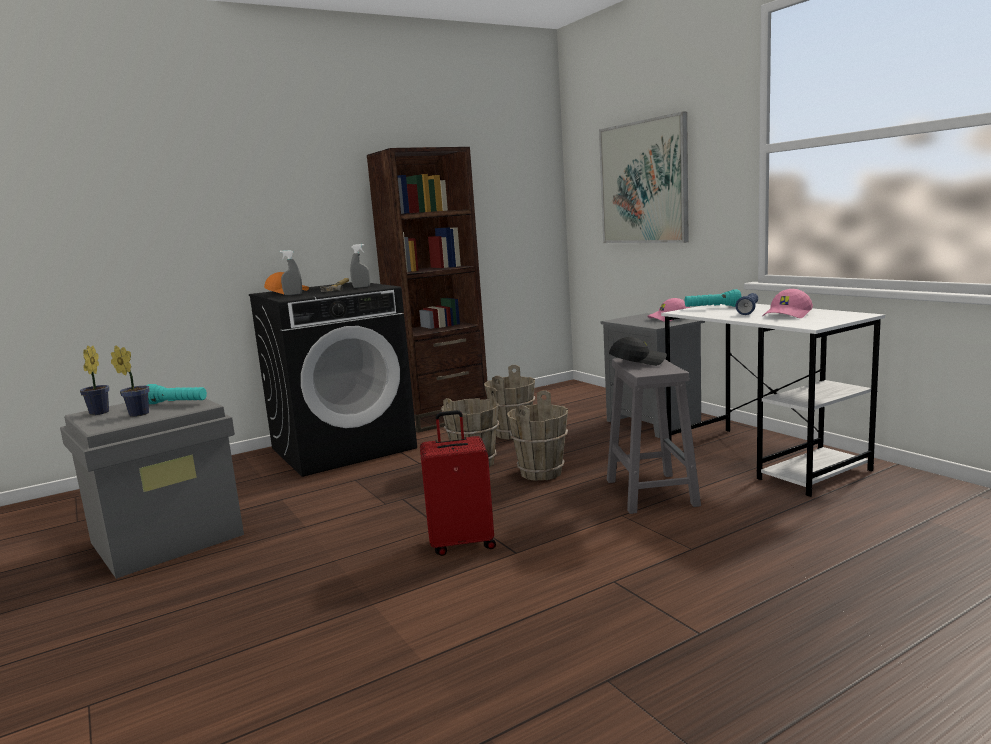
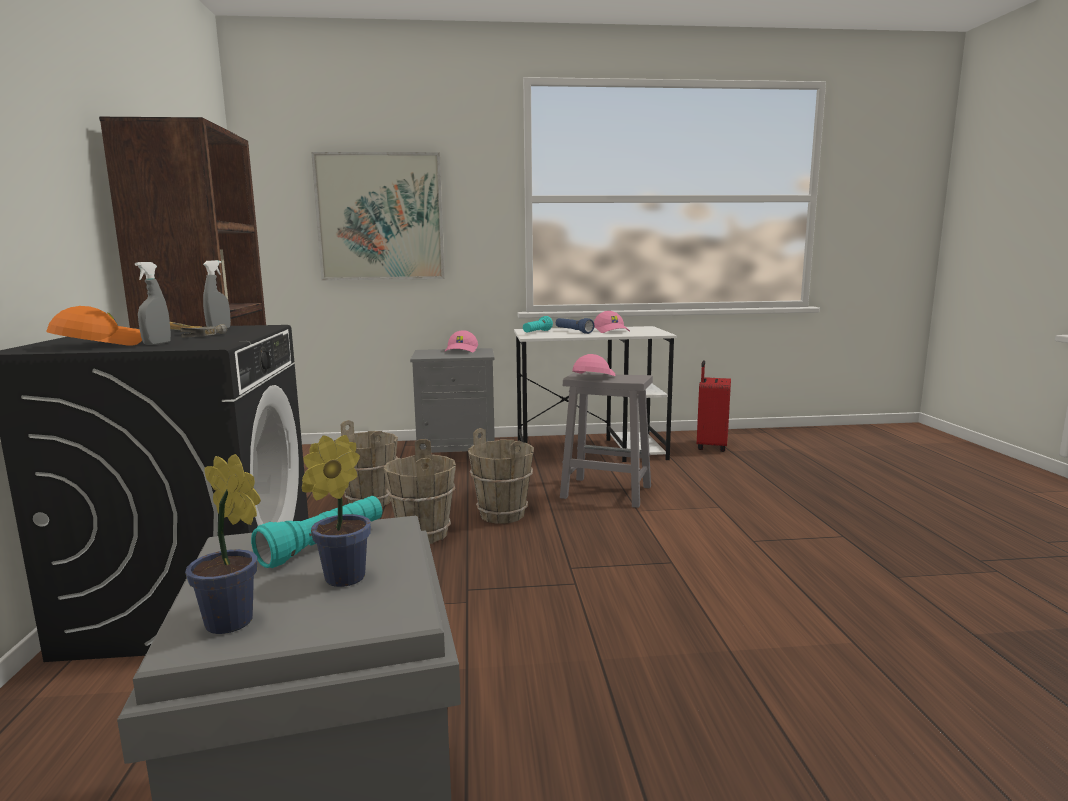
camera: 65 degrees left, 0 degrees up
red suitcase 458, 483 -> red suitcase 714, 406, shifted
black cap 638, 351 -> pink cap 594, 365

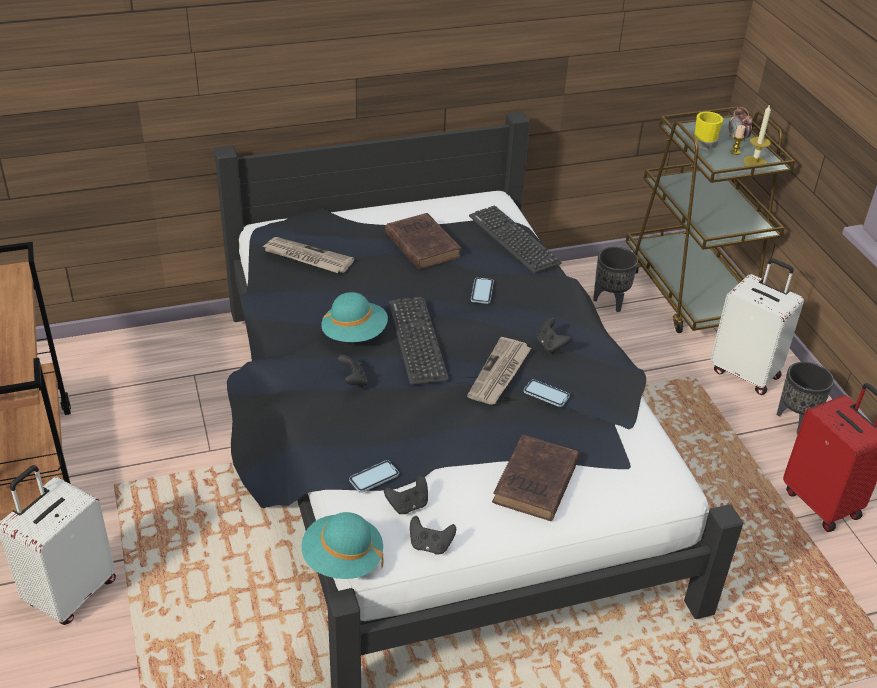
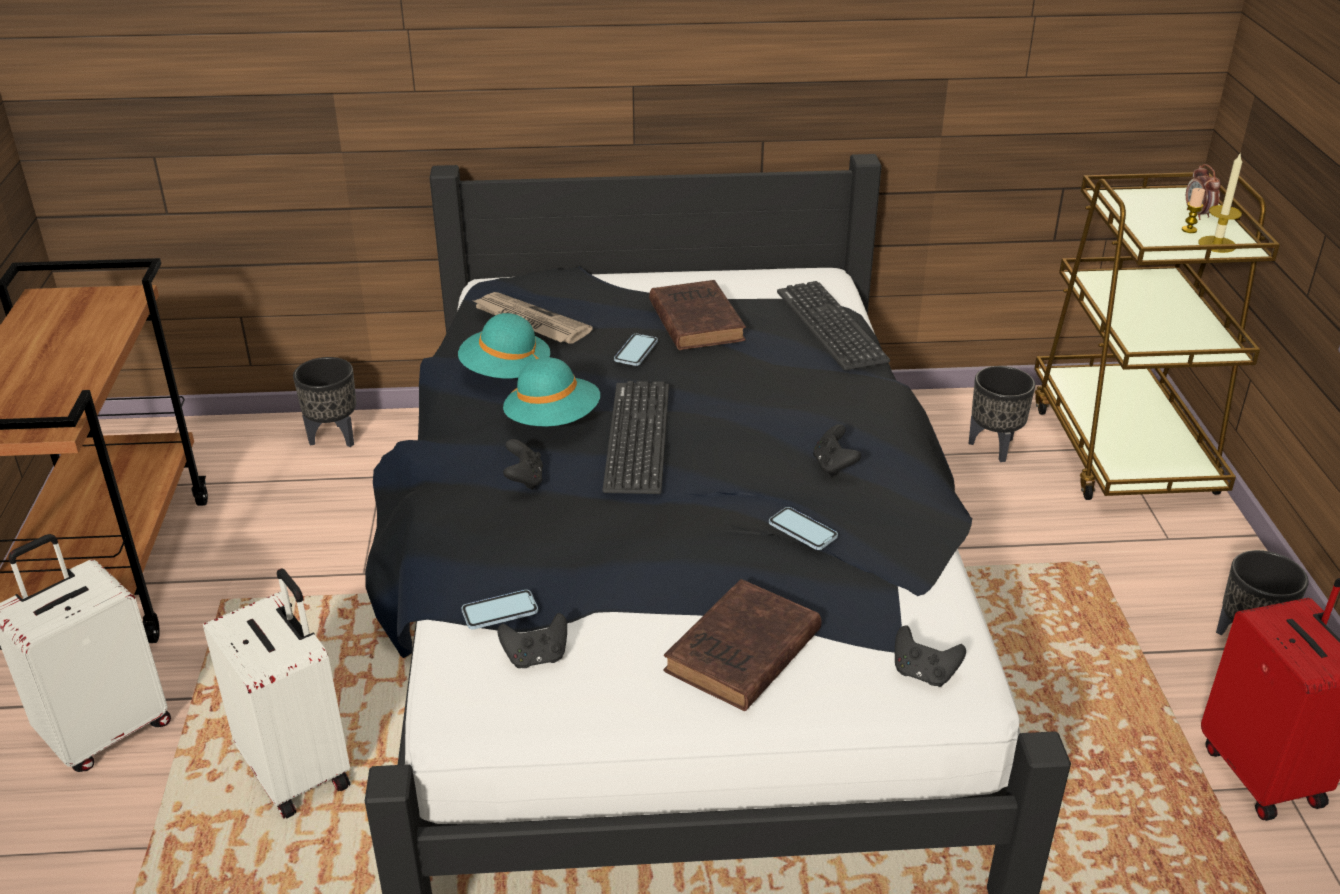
camera: 15 degrees right, 5 degrees down
newspaper 499, 371 -> none
yellow mug 707, 130 -> none
none -> black planter 324, 402
turquoise hat 342, 545 -> turquoise hat 504, 345, shifted
black game controller 433, 535 -> black game controller 930, 656, shifted
phone 482, 291 -> phone 636, 350, shifted
white suitcase 757, 326 -> white suitcase 276, 693, shifted

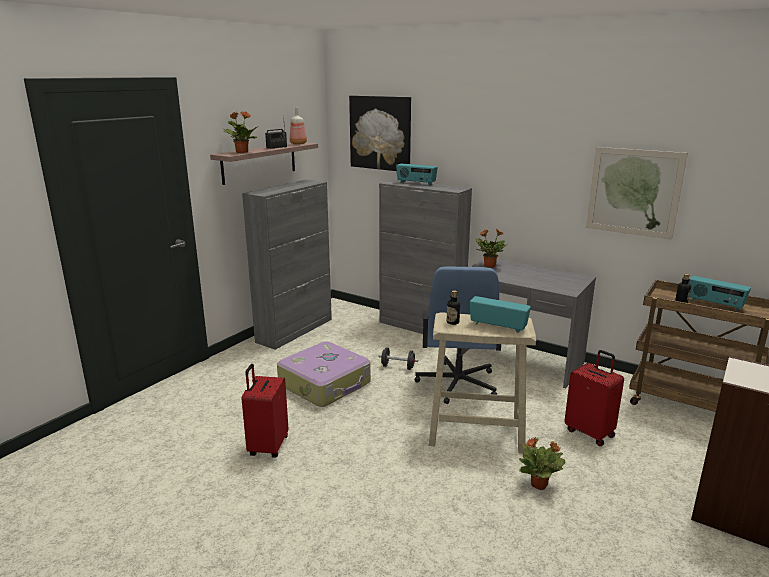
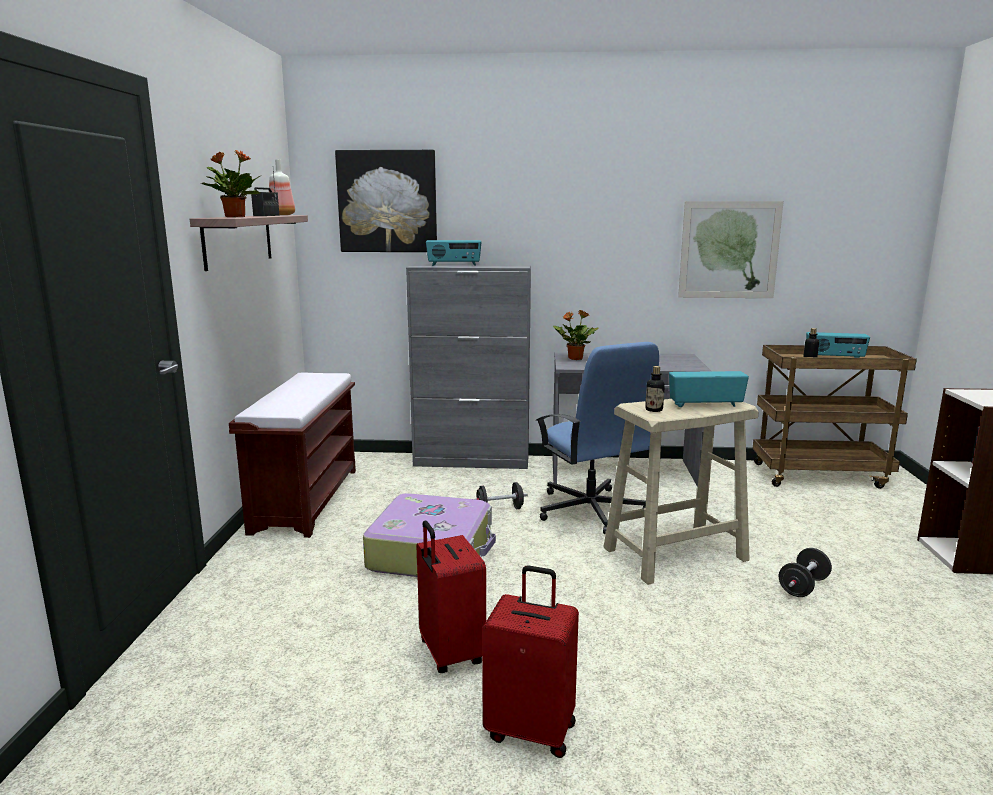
camera: 30 degrees left, 5 degrees down
red suitcase 594, 398 -> red suitcase 530, 661, shifted
grey cabinet 287, 265 -> brown bench 292, 455
potted plant 542, 463 -> black dumbbell 805, 572

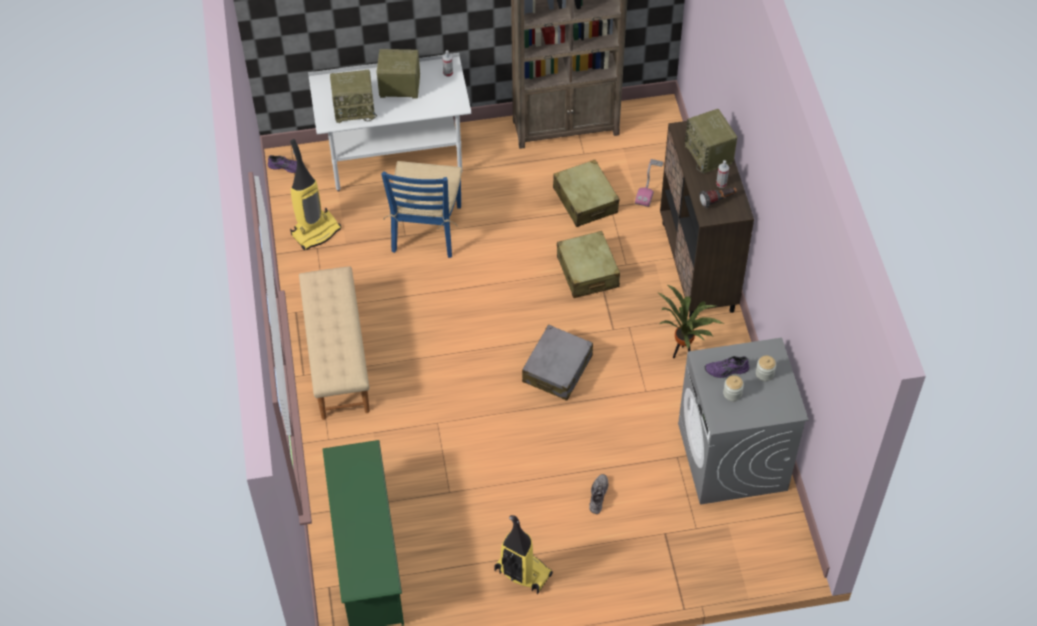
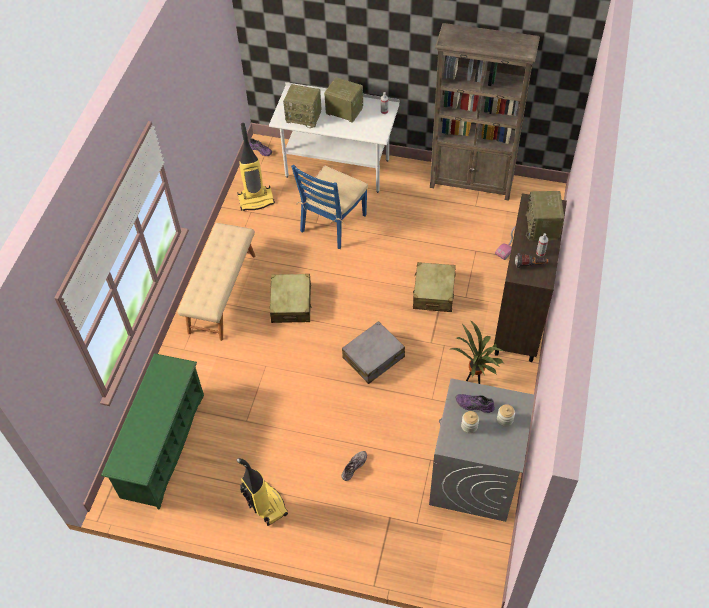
camera: 25 degrees right, 0 degrees up
beige suitcase 586, 193 -> beige suitcase 291, 298, shifted

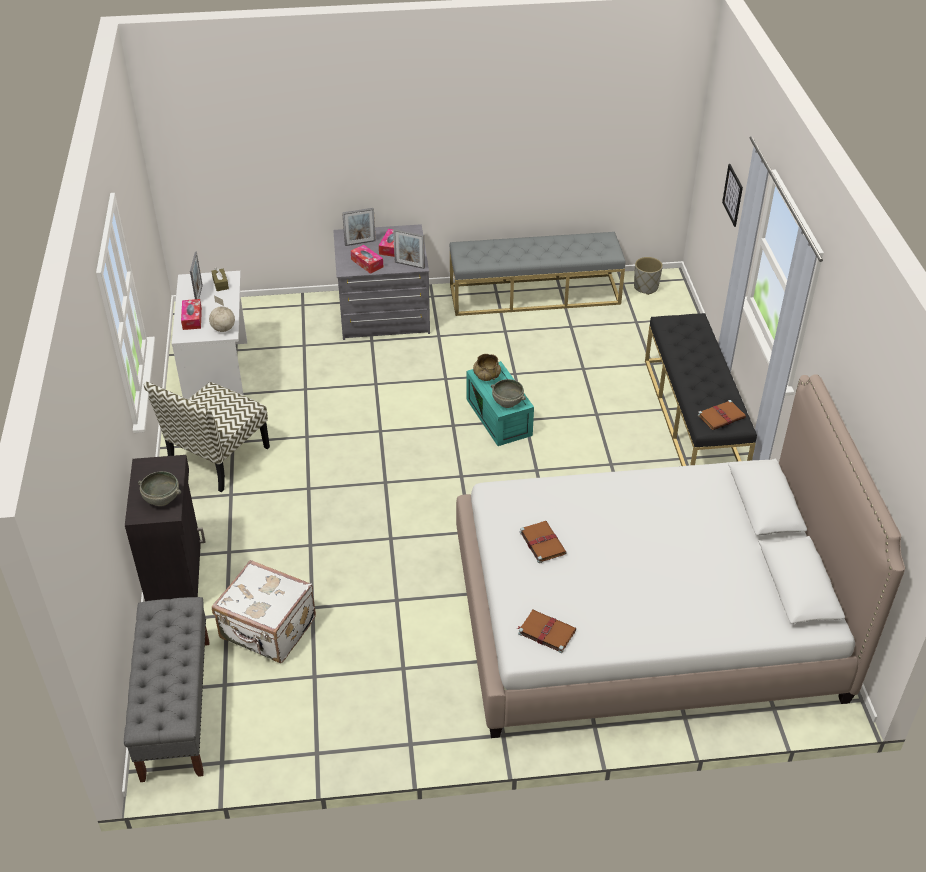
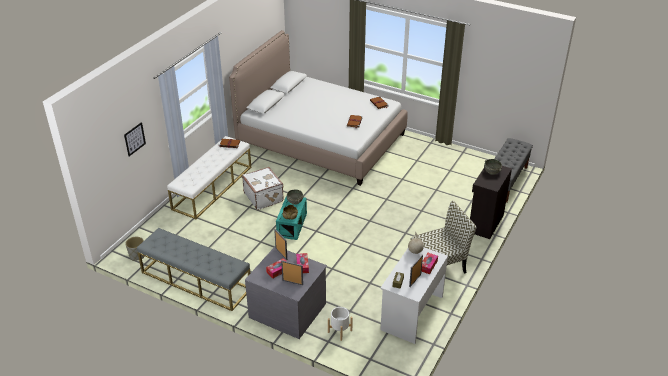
camera: 145 degrees left, 5 degrees down
none -> white planter 340, 324
white suitcase 264, 611 -> white suitcase 263, 188, shifted
black bench 701, 389 -> white bench 209, 177

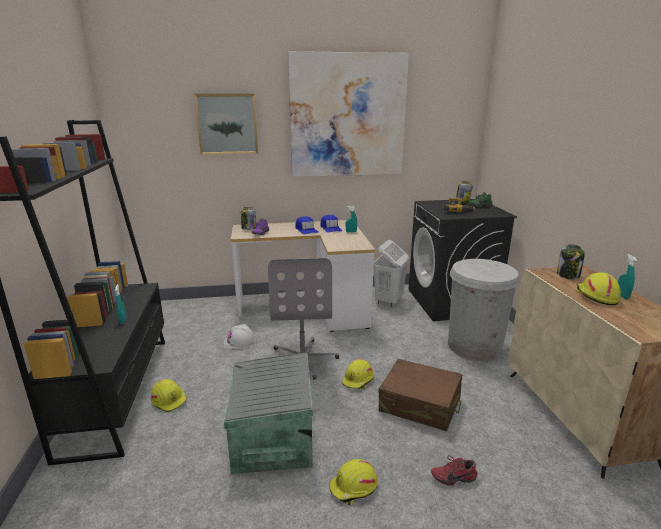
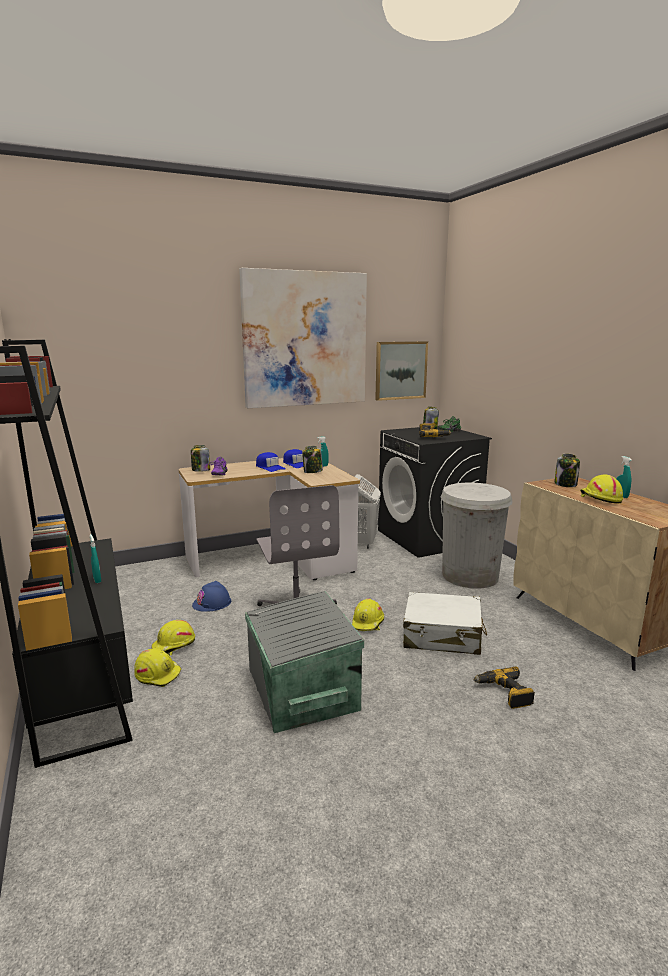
camera: 15 degrees left, 5 degrees down
none -> jar 312, 459
picture 226, 124 -> picture 401, 371, shifted
yellow hard hat 354, 482 -> yellow hard hat 173, 638, shifted
red shoe 454, 470 -> power drill 504, 688
white hard hat 239, 336 -> blue hard hat 211, 596
brown suitcase 420, 395 -> white suitcase 445, 623

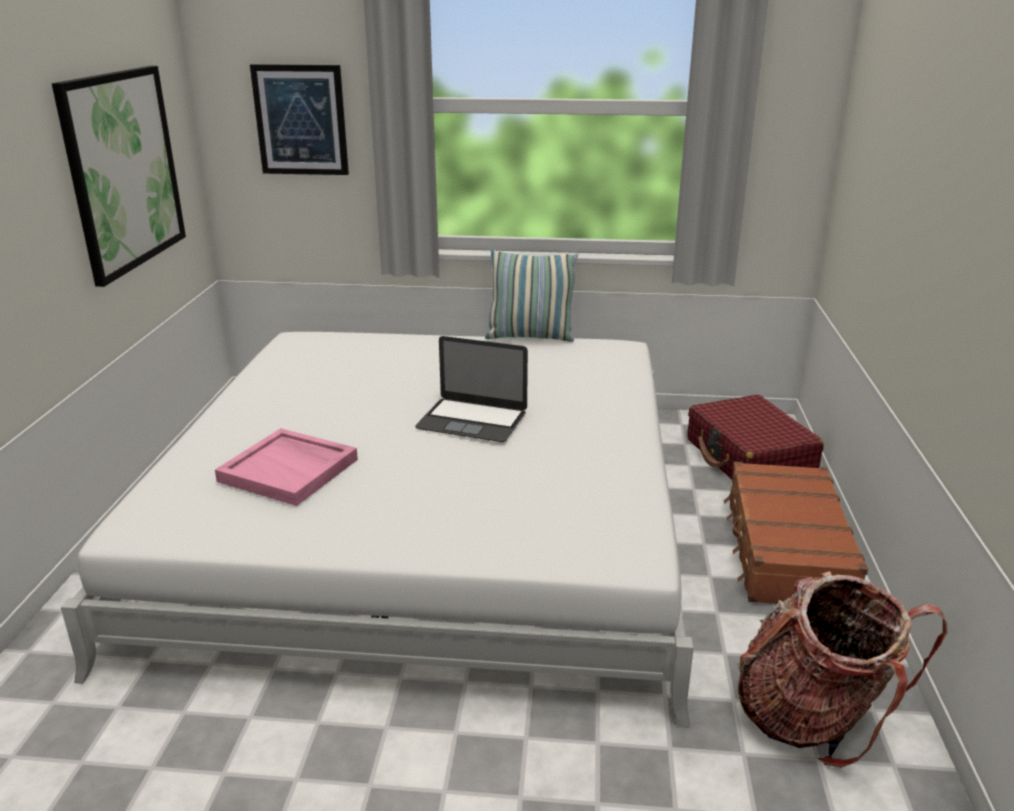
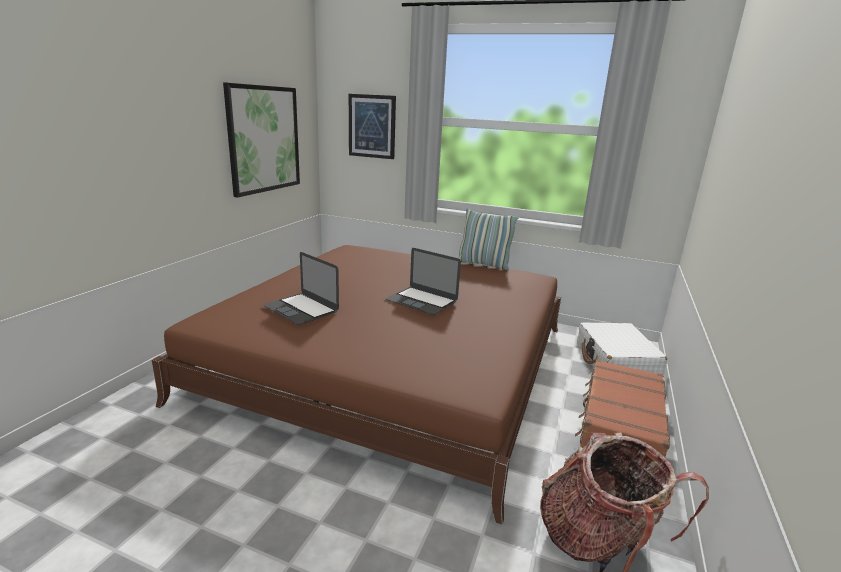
camera: 15 degrees right, 5 degrees down
pink tray 286, 467 -> laptop 301, 288
white bed 377, 529 -> brown bed 356, 384
red suitcase 756, 437 -> white suitcase 622, 348

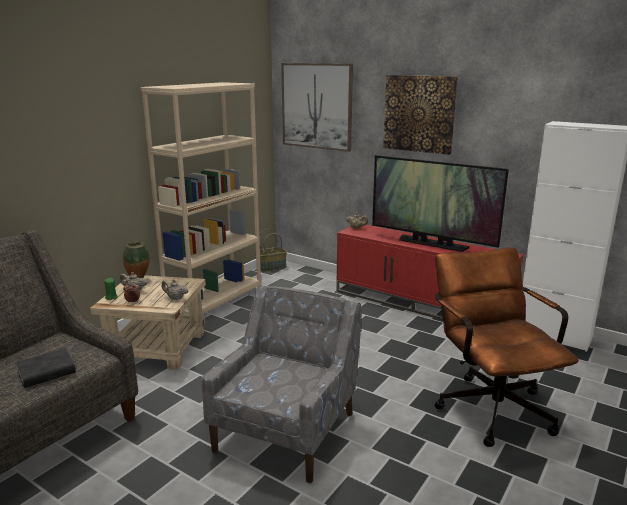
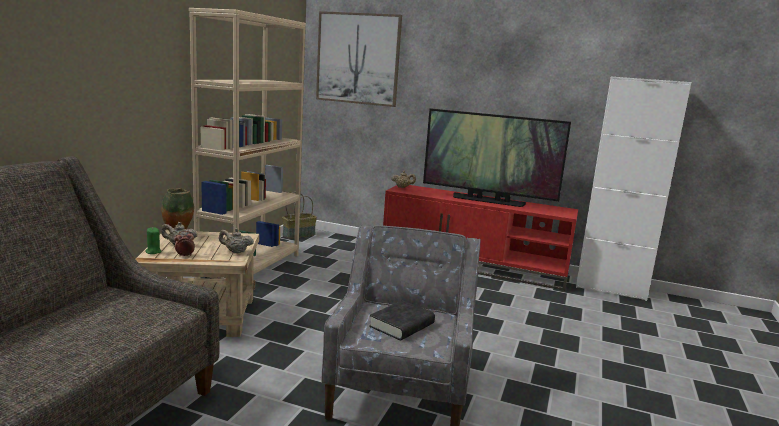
camera: 15 degrees left, 5 degrees down
picture 420, 115 -> none
brown office chair 506, 347 -> none
black book 46, 368 -> black book 402, 320, shifted

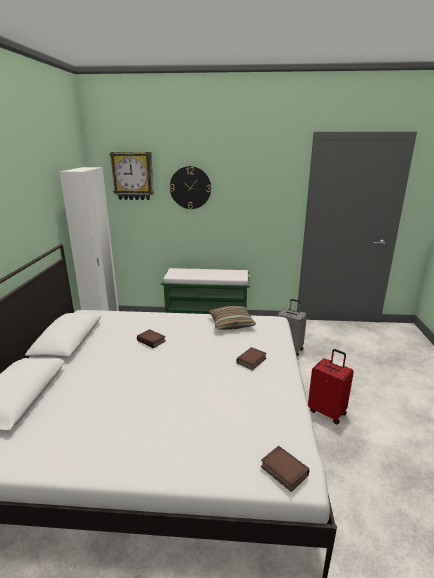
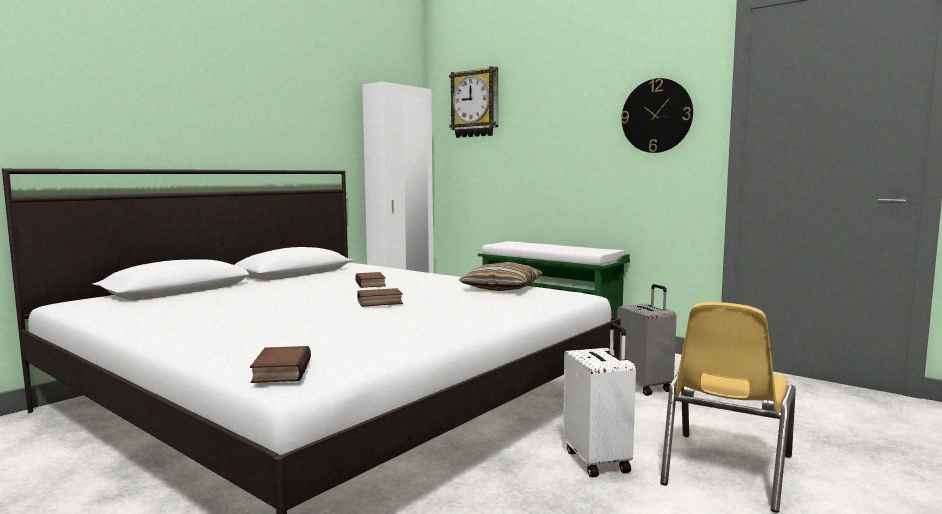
camera: 35 degrees right, 15 degrees down
none -> yellow chair 728, 407
wall clock 190, 187 -> wall clock 657, 115, shifted
book 252, 358 -> book 380, 297, shifted
red suitcase 331, 387 -> white suitcase 599, 400

